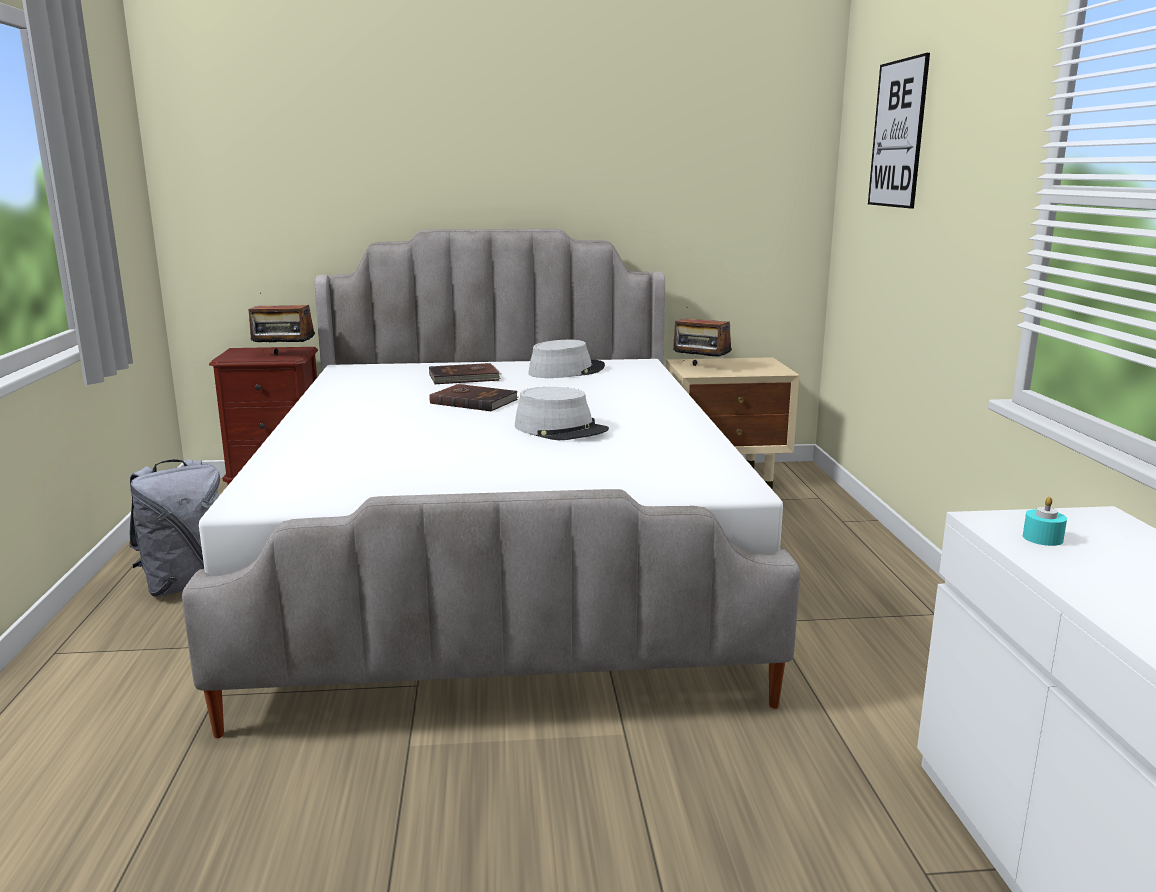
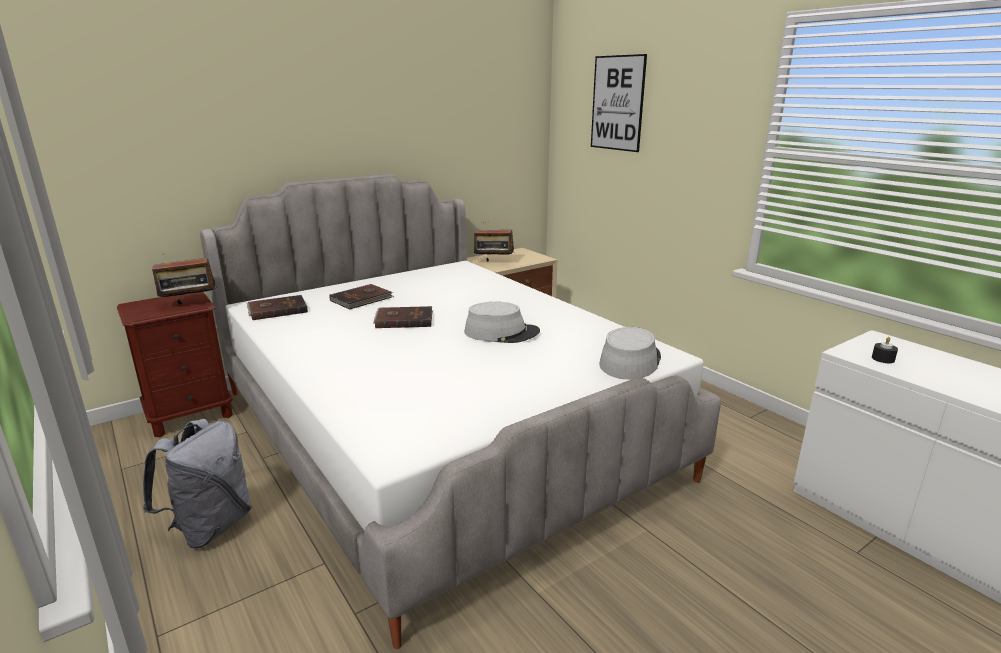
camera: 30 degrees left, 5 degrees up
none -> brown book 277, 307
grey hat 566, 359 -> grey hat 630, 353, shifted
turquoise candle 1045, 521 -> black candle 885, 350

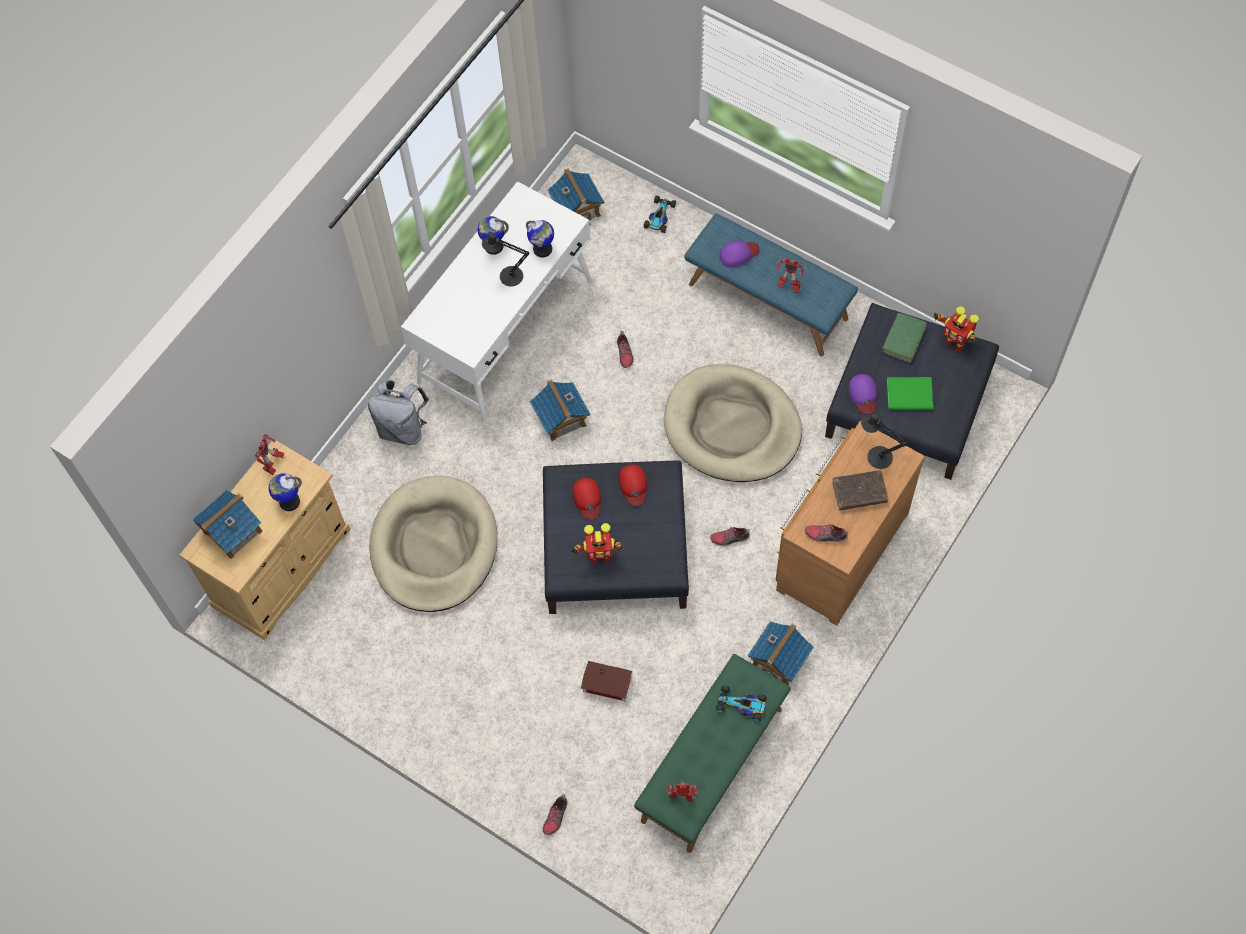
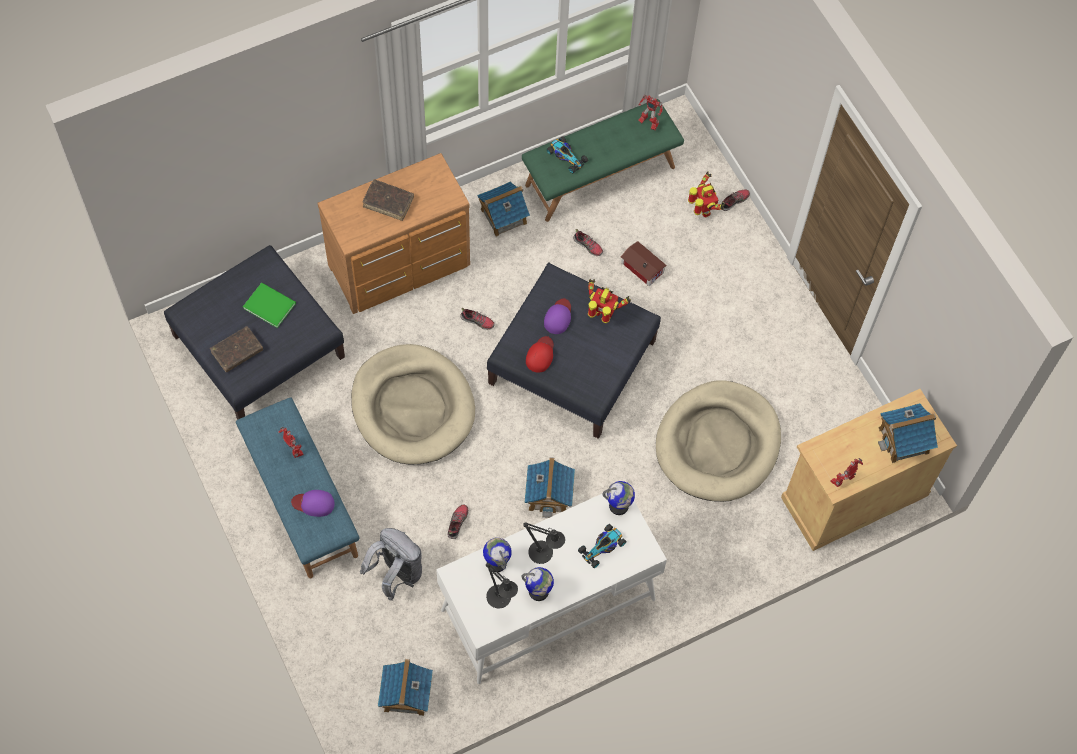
camera: 155 degrees left, 0 degrees up
red cap 587, 498 -> none
globe 285, 492 -> globe 618, 498, shifted
grey backpack 398, 412 -> grey backpack 391, 564, shifted
toy car 660, 214 -> toy car 602, 546, shifted
shoe 826, 533 -> shoe 588, 242, shifted
purple cap 863, 394 -> purple cap 557, 316, shifted
black table lamp 884, 441 -> black table lamp 502, 586, shifted
toy robot 956, 329 -> toy robot 706, 194, shifted
green book 904, 338 -> brown book 236, 349

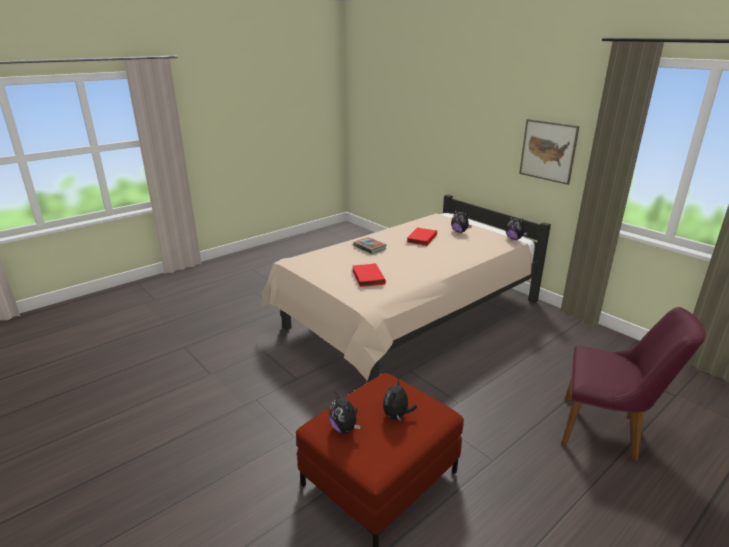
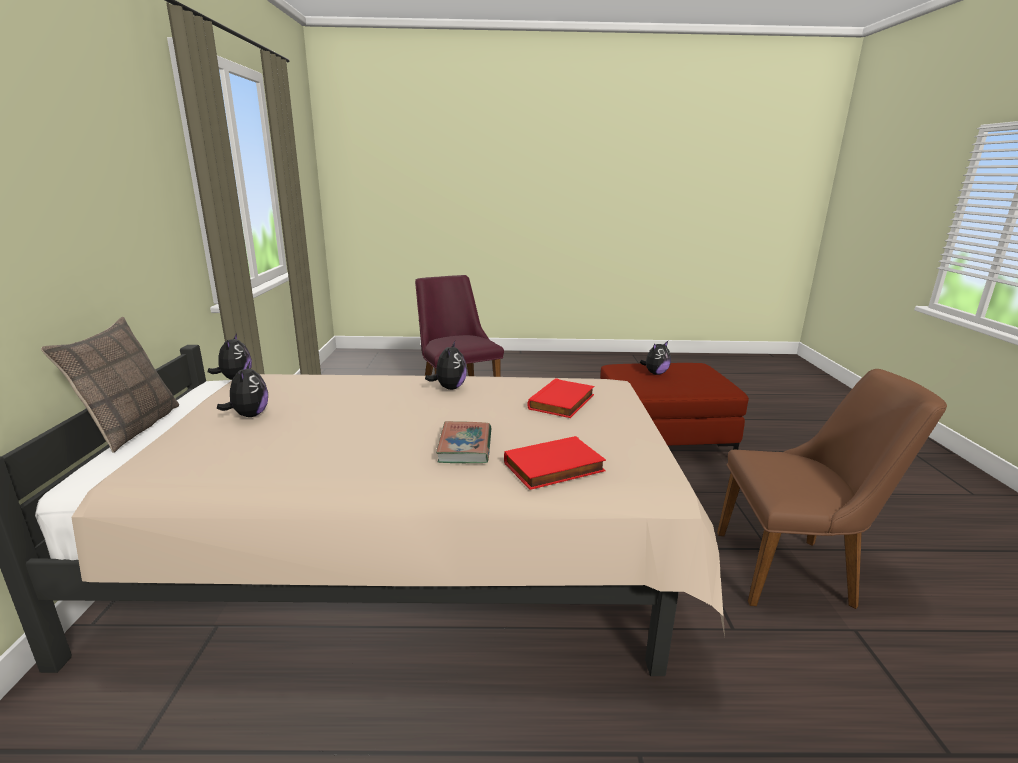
camera: 140 degrees left, 5 degrees down
picture 549, 152 -> none
none -> pillow 110, 385
none -> brown chair 832, 489
plush toy 344, 413 -> plush toy 446, 365, shifted
red book 422, 237 -> red book 555, 463, shifted

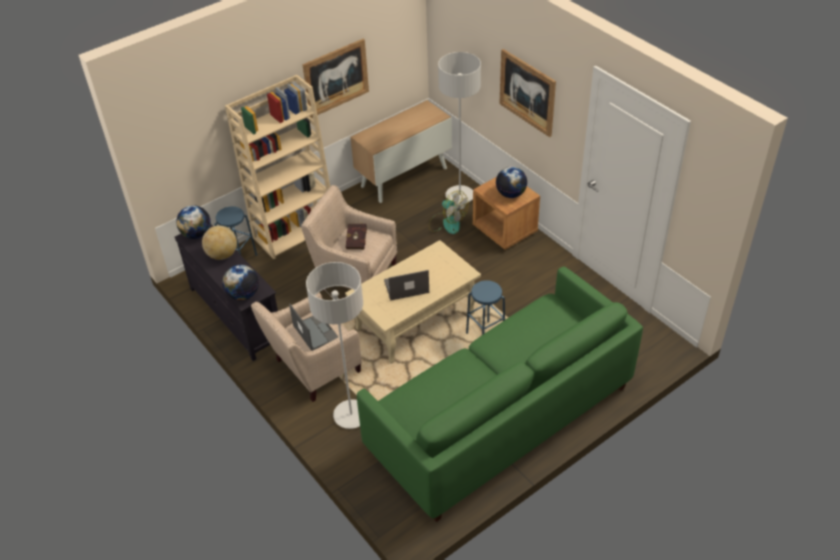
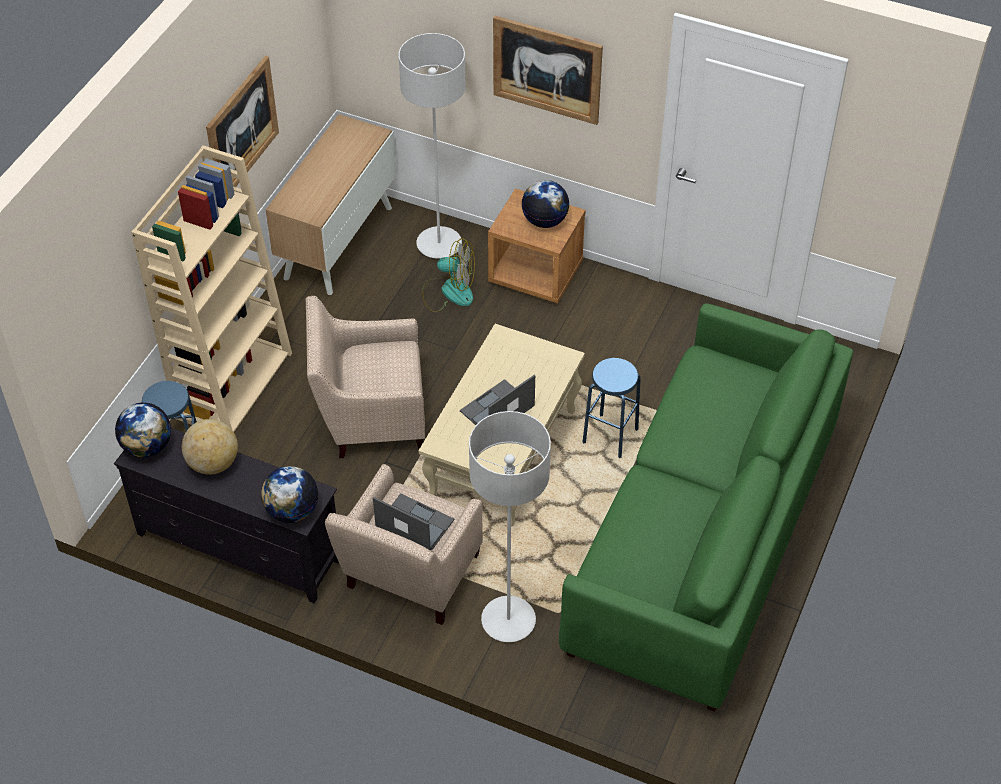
camera: 30 degrees left, 5 degrees up
red book 356, 235 -> none

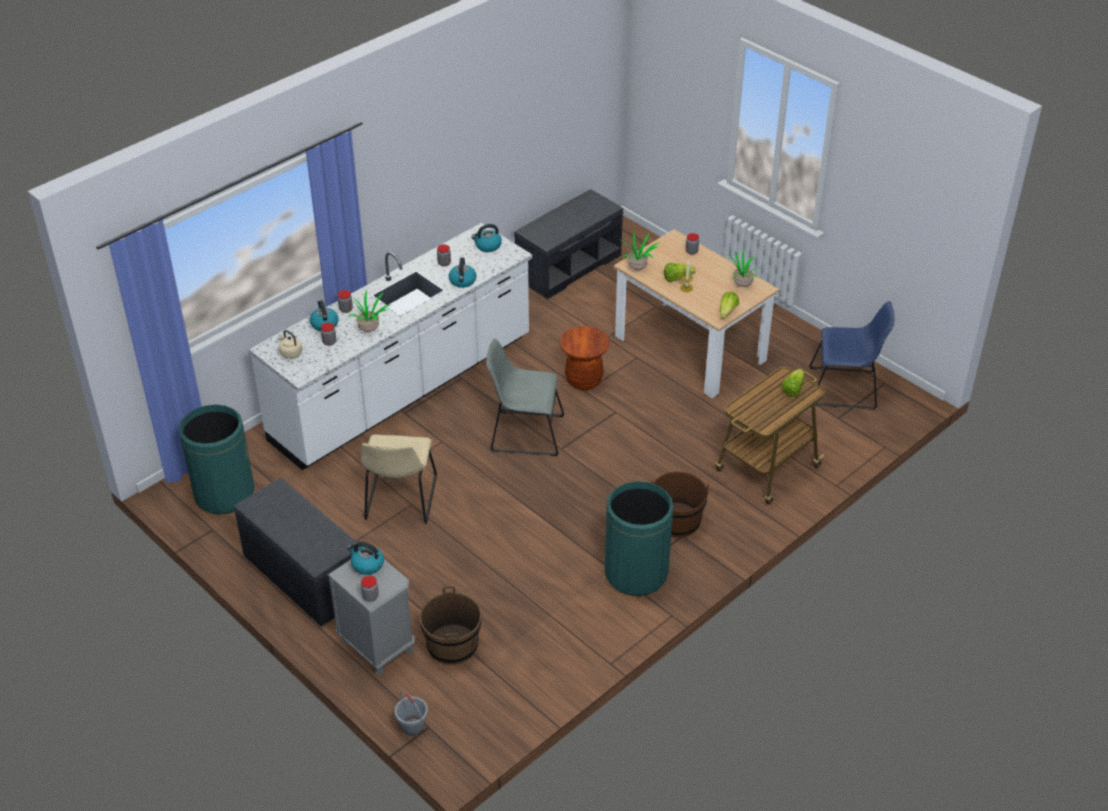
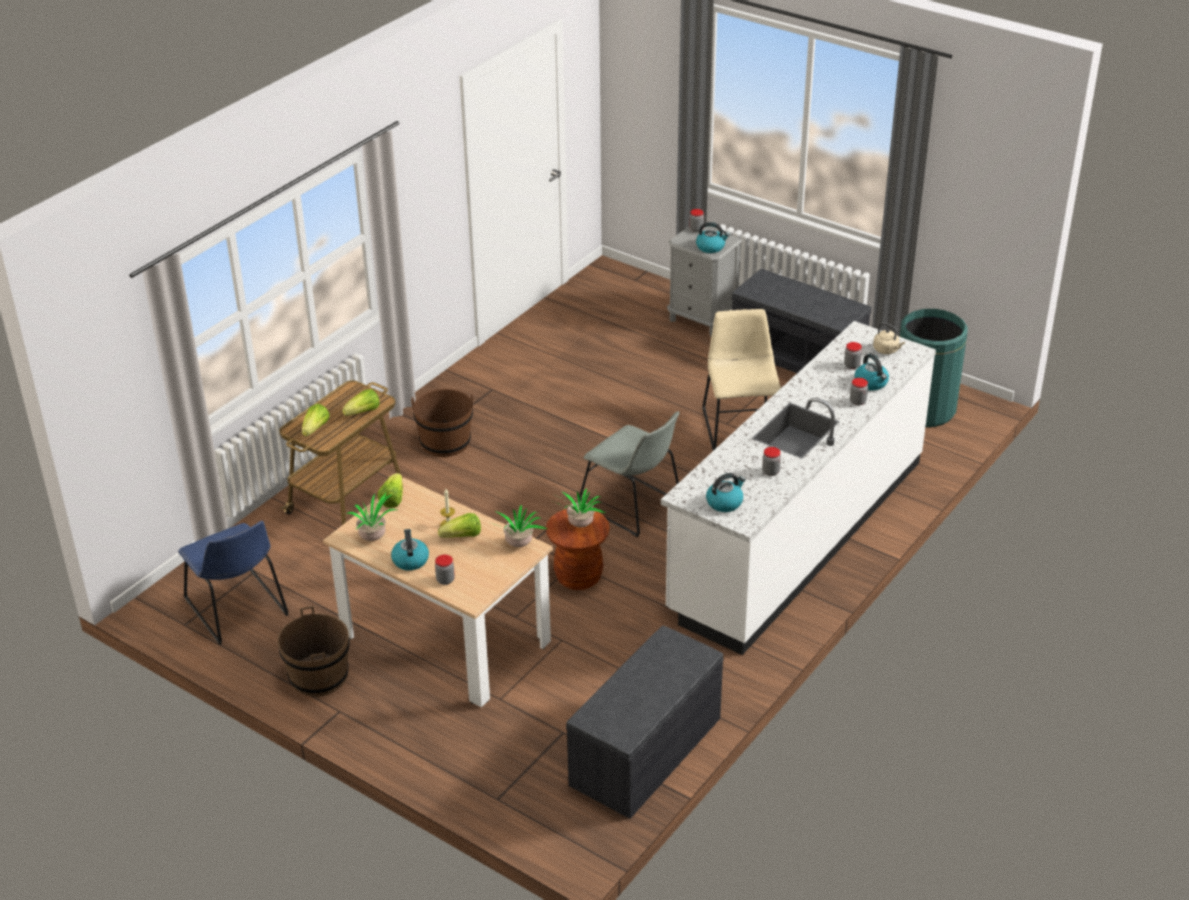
camera: 170 degrees right, 5 degrees down
grey bucket 411, 714 -> none
green trash can 639, 538 -> none
none -> lettuce 361, 402
potted plant 369, 311 -> potted plant 581, 508, shifted
brown bucket 451, 625 -> brown bucket 314, 651, shifted
kettle 462, 272 -> kettle 410, 549, shifted
grey chair 525, 397 -> grey chair 628, 474, 45 degrees clockwise
blue chair 852, 355 -> blue chair 233, 583, 120 degrees counterclockwise

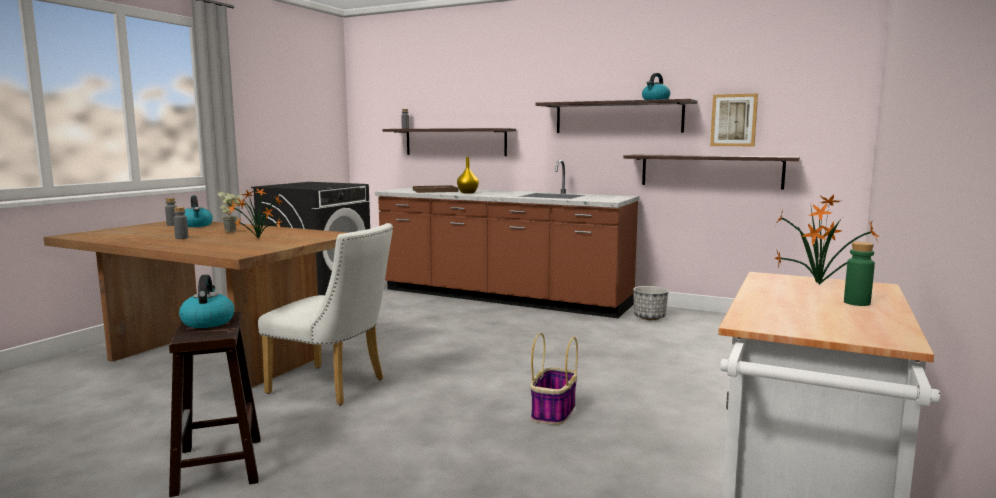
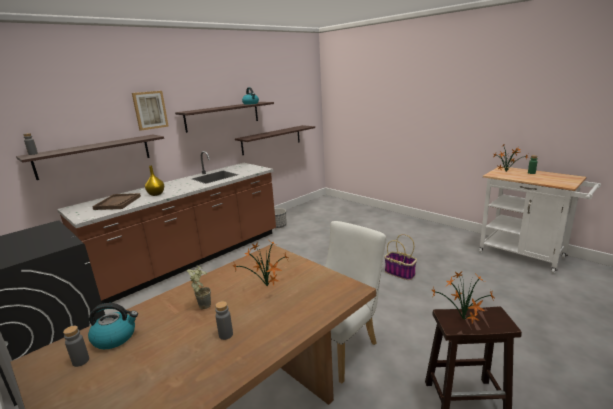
camera: 70 degrees left, 10 degrees up
picture 734, 120 -> picture 150, 111, shifted
kettle 206, 301 -> potted plant 463, 298

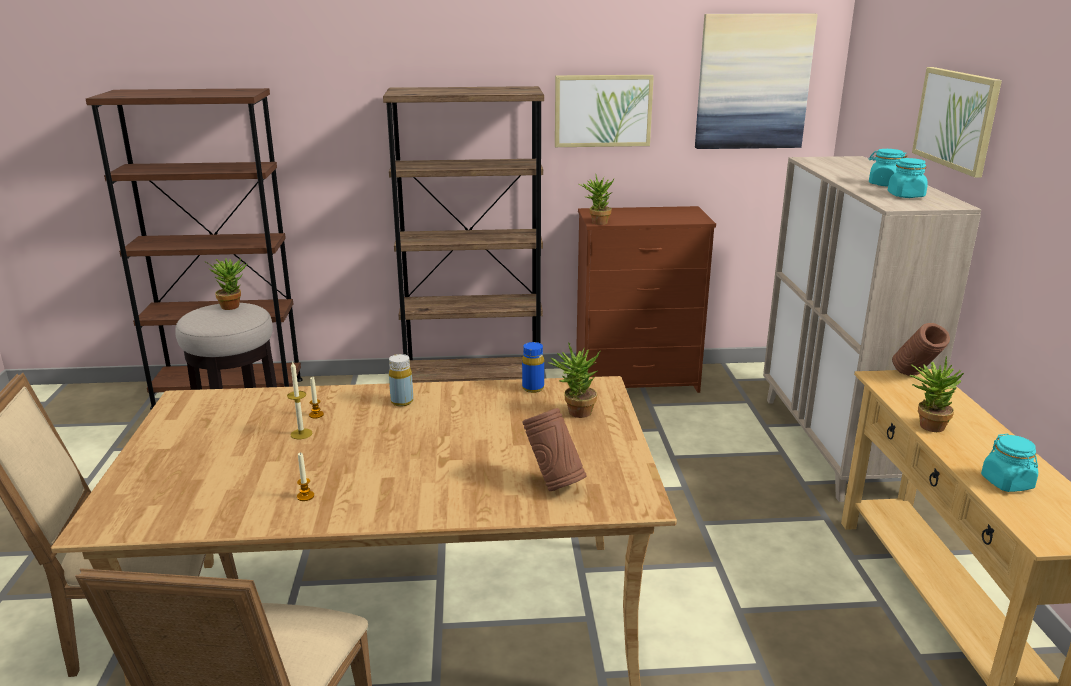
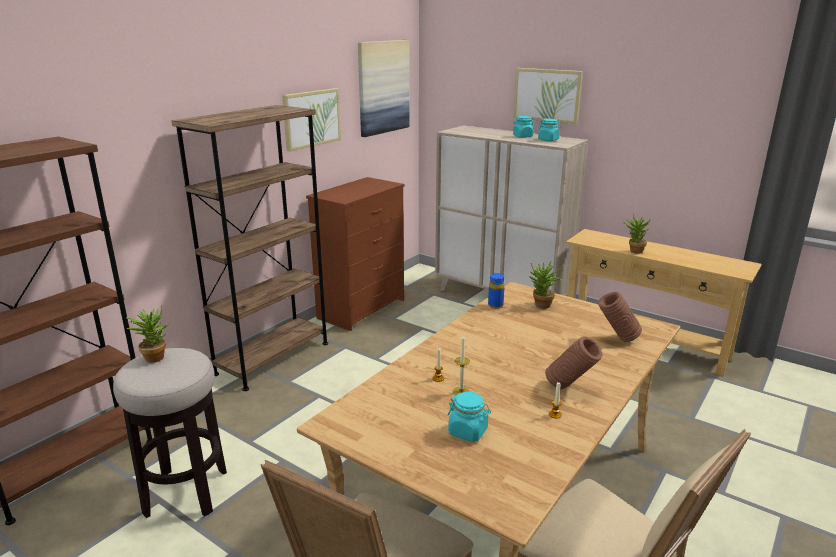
camera: 50 degrees left, 0 degrees up
yellow bottle 401, 380 -> none
potted plant 597, 199 -> none
brown vase 921, 349 -> brown vase 573, 362, shifted
turquoise jar 1009, 463 -> turquoise jar 469, 417, shifted

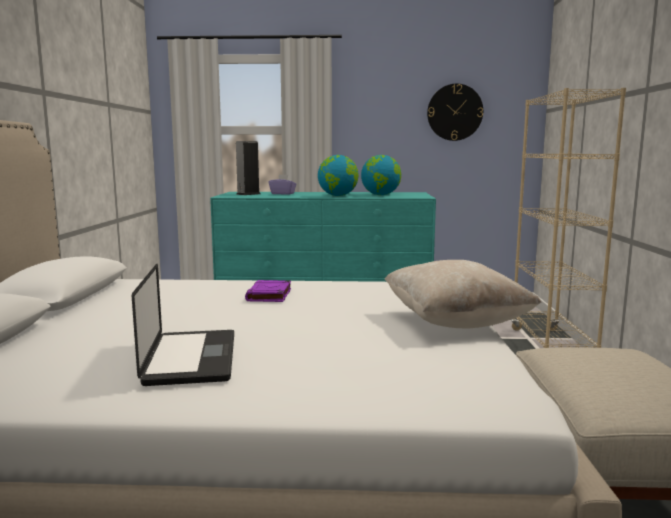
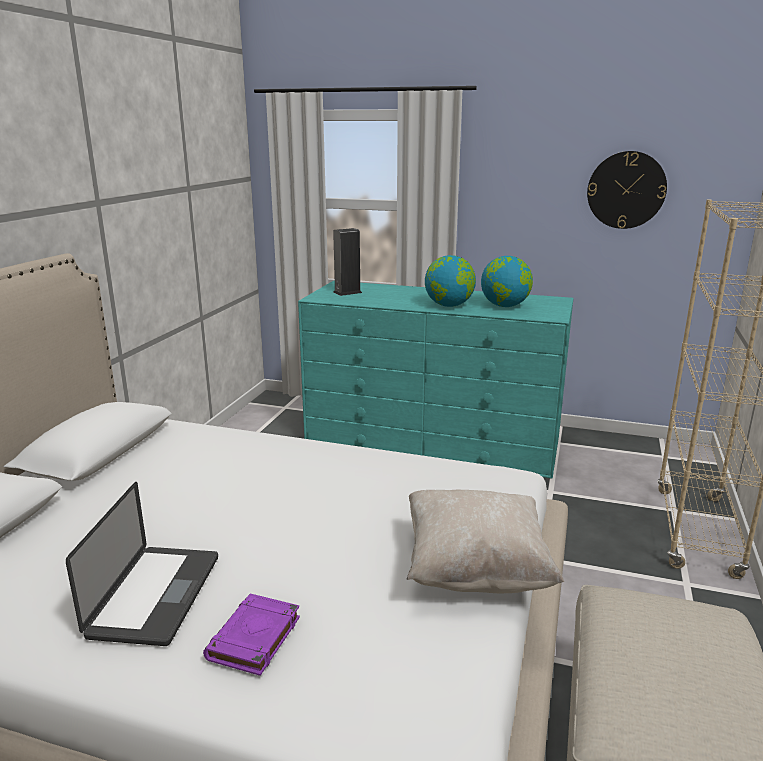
camera: 15 degrees right, 10 degrees up
purple tissue box 283, 185 -> none
purple book 268, 291 -> purple book 251, 635, shifted

